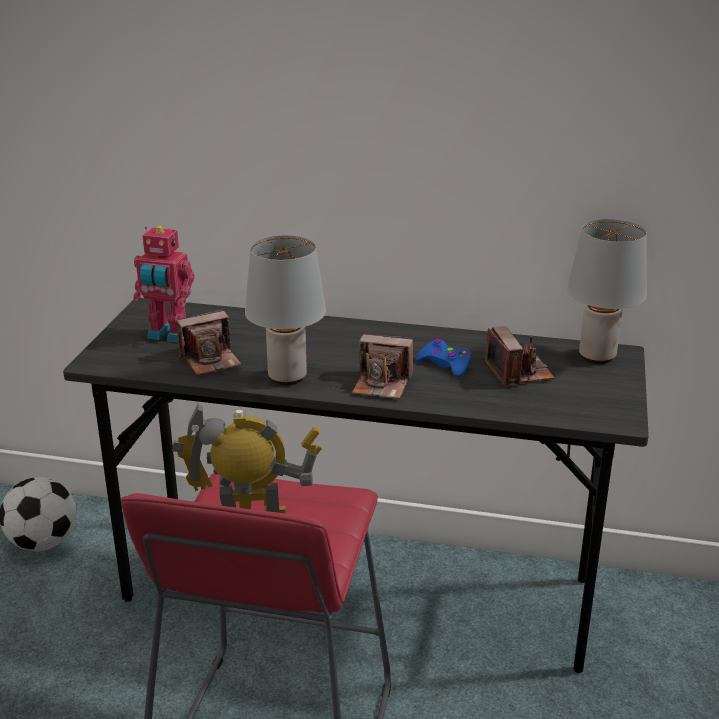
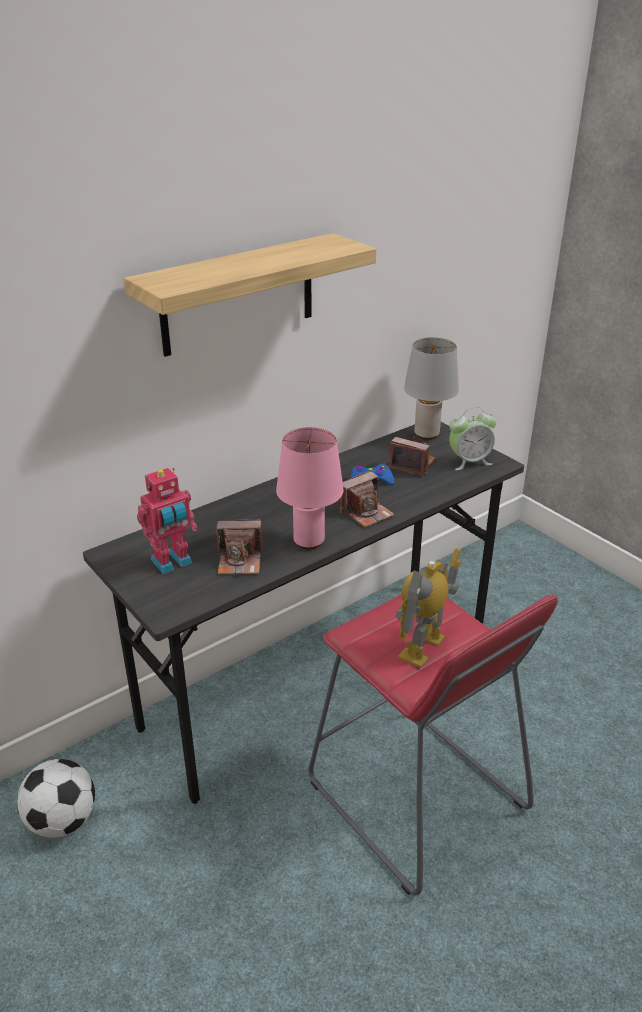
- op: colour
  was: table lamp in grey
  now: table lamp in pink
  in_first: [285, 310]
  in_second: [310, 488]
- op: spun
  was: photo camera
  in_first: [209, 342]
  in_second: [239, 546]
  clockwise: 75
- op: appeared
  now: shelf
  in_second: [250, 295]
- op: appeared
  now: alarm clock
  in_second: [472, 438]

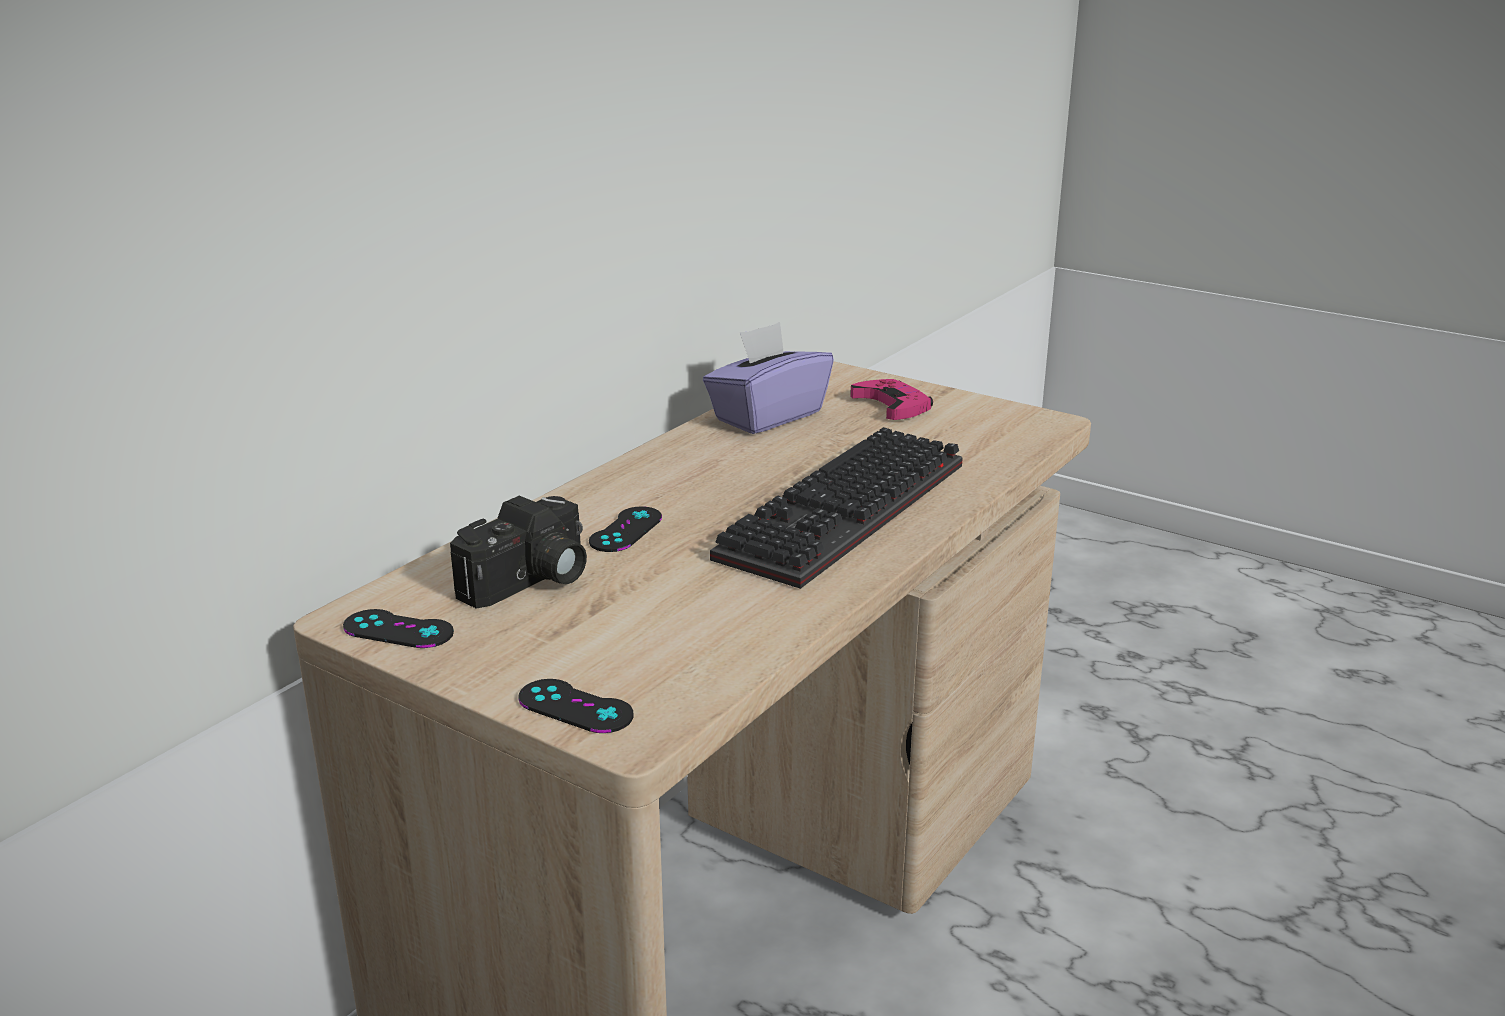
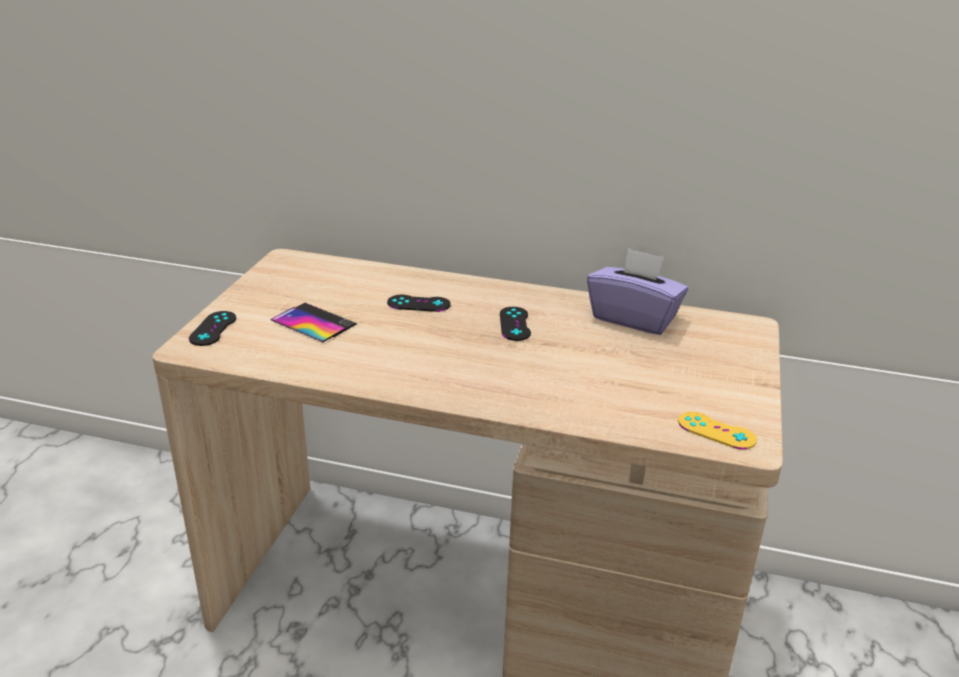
- op: missing
  was: game controller in pink
  in_first: [891, 399]
- op: missing
  was: keyboard
  in_first: [836, 508]
- op: missing
  was: photo camera
  in_first: [518, 552]
- op: relocated
  was: game controller in black
  in_first: [398, 628]
  in_second: [515, 324]
- op: appeared
  now: phone
  in_second: [314, 322]
- op: appeared
  now: game controller in yellow
  in_second: [717, 431]

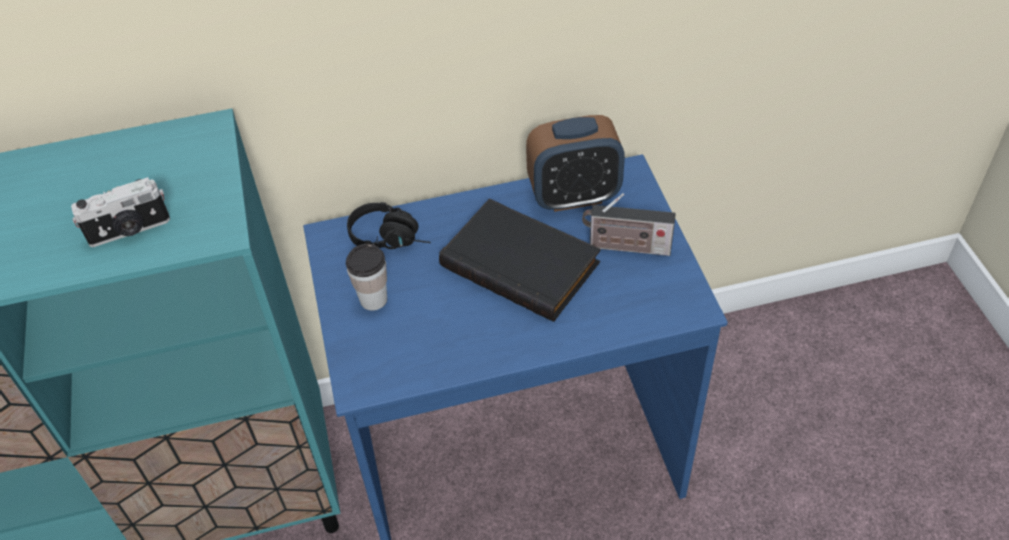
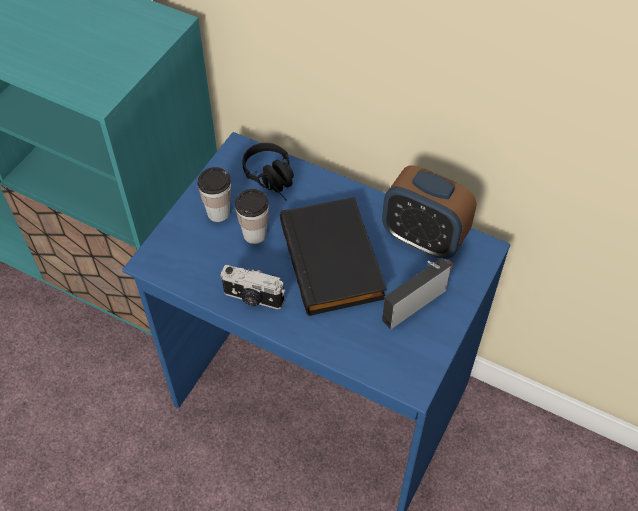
- op: relocated
  was: photo camera
  in_first: [120, 212]
  in_second: [252, 287]
- op: spun
  was: radio
  in_first: [629, 224]
  in_second: [418, 293]
  clockwise: 90
- op: appeared
  now: cup
  in_second: [252, 216]

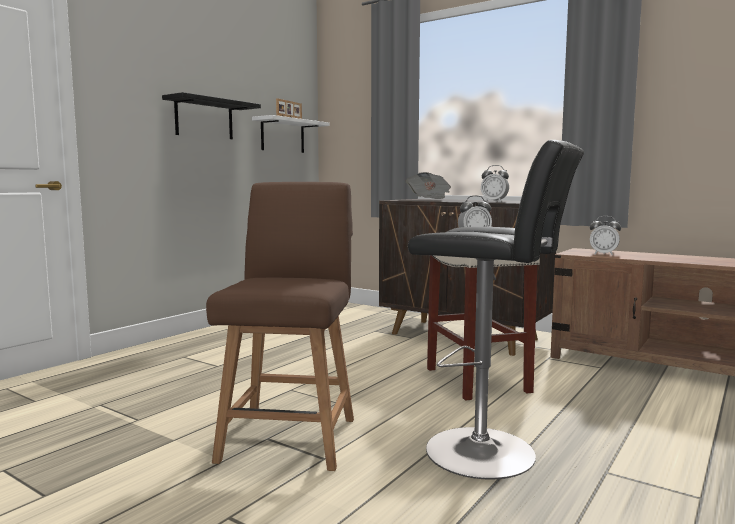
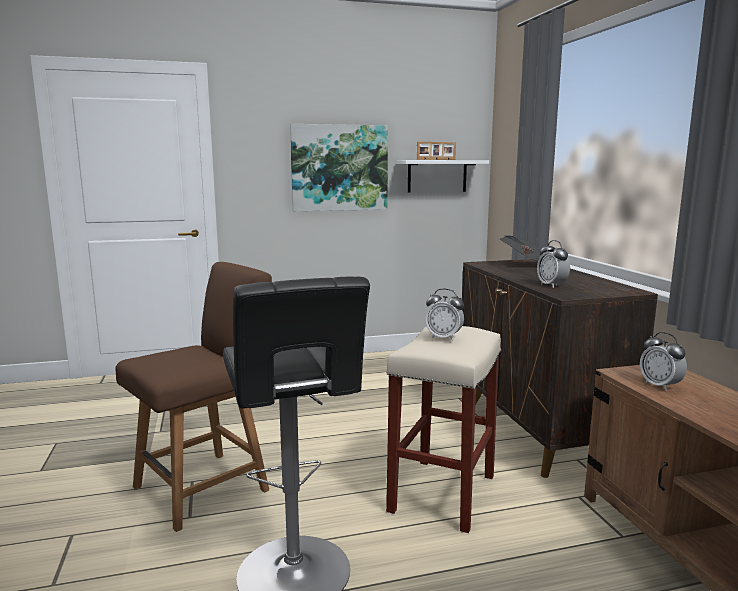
- op: exchanged
  was: shelf in black
  now: picture
  in_first: [211, 115]
  in_second: [339, 167]

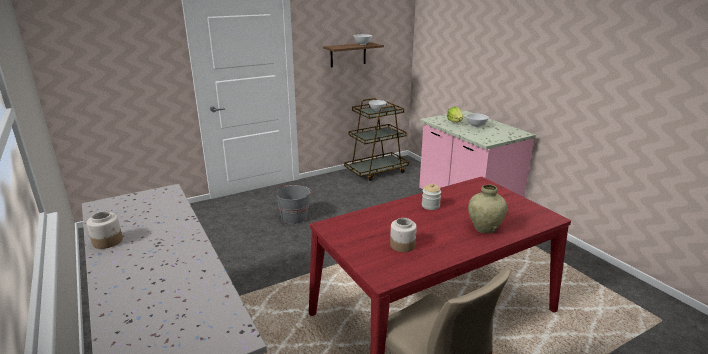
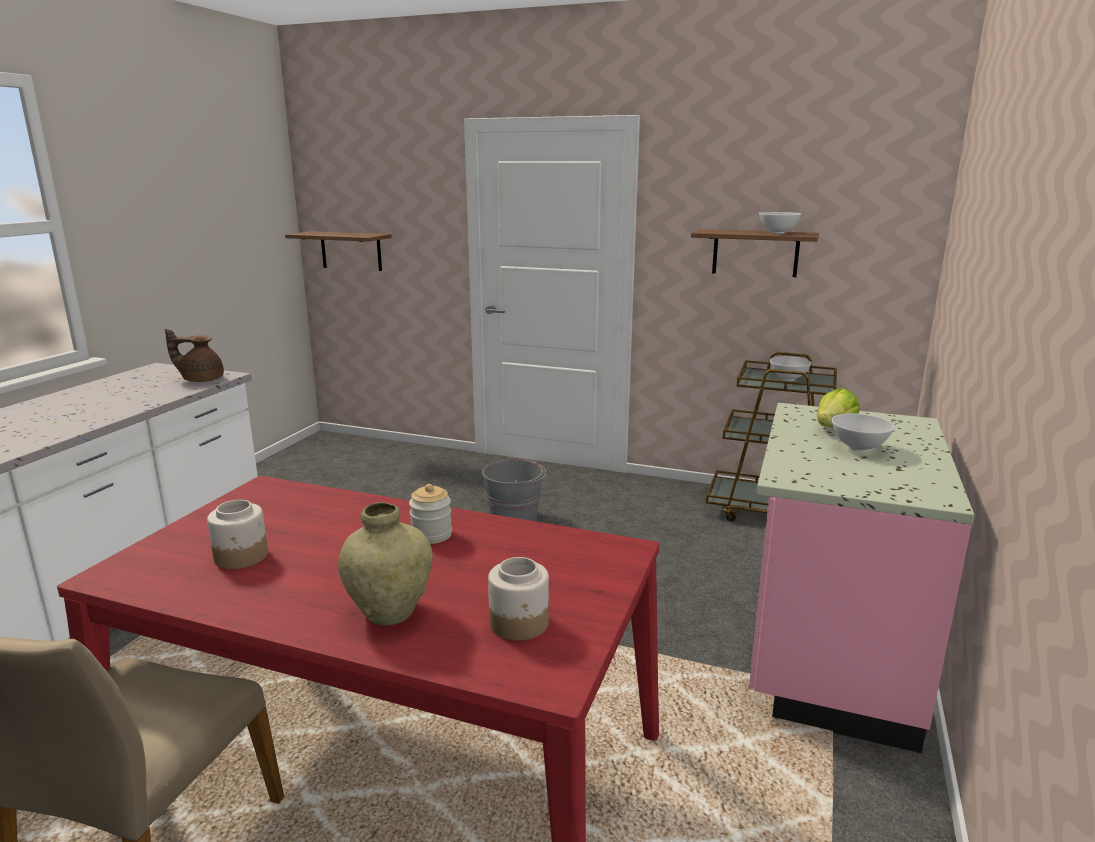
- op: relocated
  was: jar
  in_first: [105, 230]
  in_second: [518, 599]
- op: appeared
  now: shelf in brown
  in_second: [338, 251]
- op: appeared
  now: teapot in brown
  in_second: [194, 355]

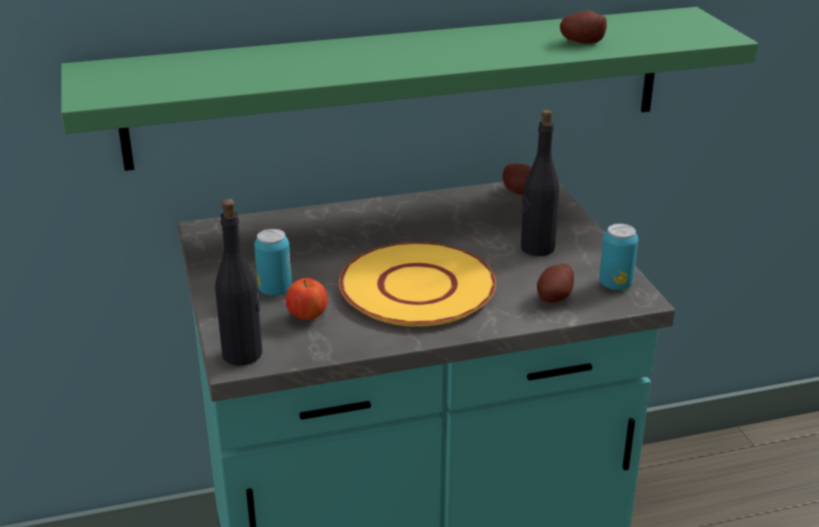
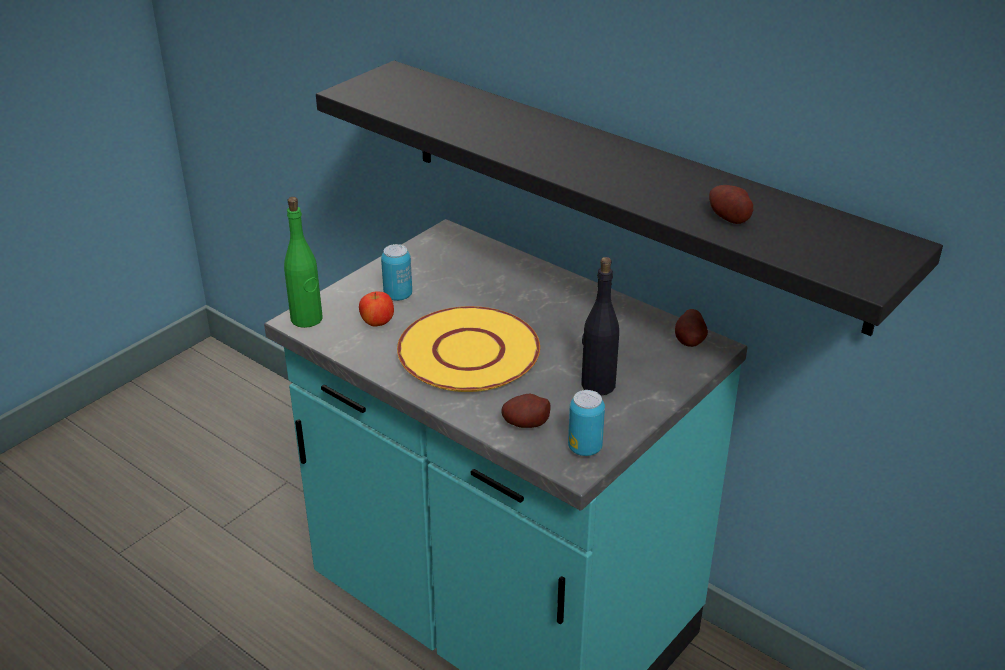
- op: colour
  was: shelf in green
  now: shelf in black
  in_first: [410, 89]
  in_second: [629, 198]
- op: colour
  was: bottle in black
  now: bottle in green
  in_first: [238, 282]
  in_second: [303, 262]

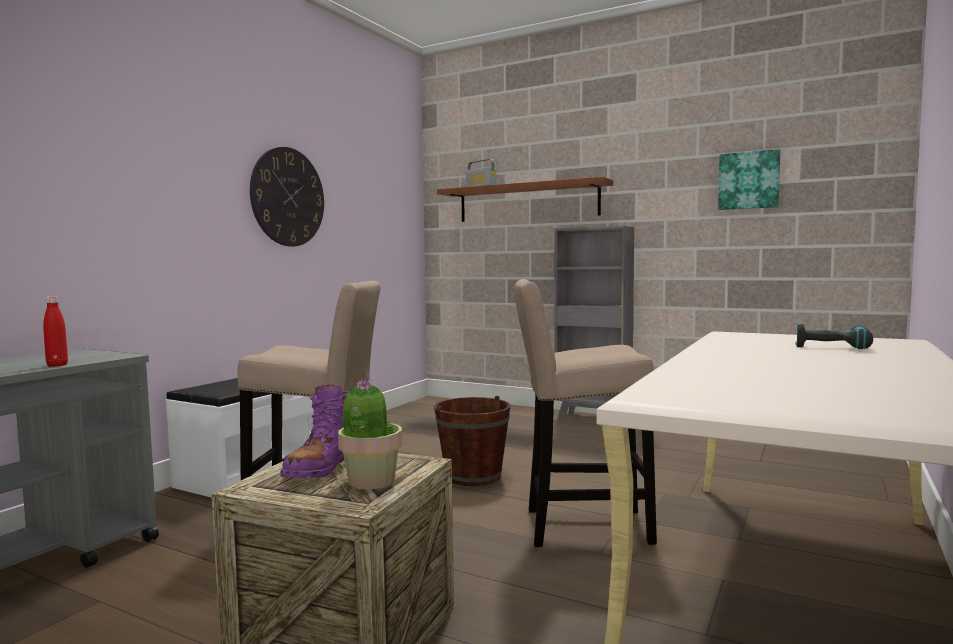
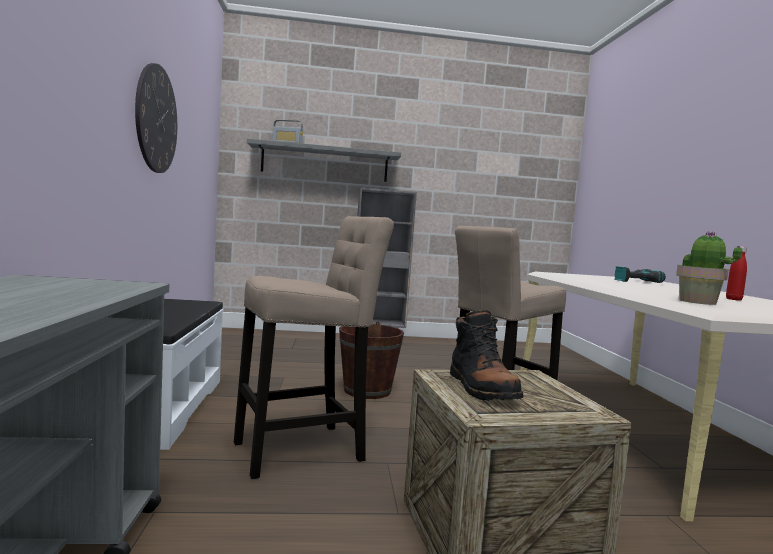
- op: missing
  was: picture
  in_first: [749, 179]
- op: colour
  was: shelf in brown
  now: shelf in grey
  in_first: [525, 199]
  in_second: [324, 160]
- op: relocated
  was: bottle in red
  in_first: [55, 331]
  in_second: [736, 274]
- op: relocated
  was: potted plant
  in_first: [370, 434]
  in_second: [709, 268]
- op: colour
  was: boot in purple
  now: boot in black
  in_first: [314, 431]
  in_second: [487, 355]

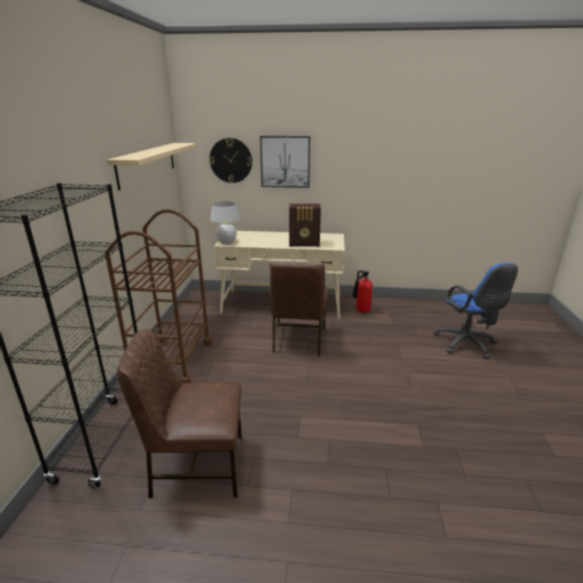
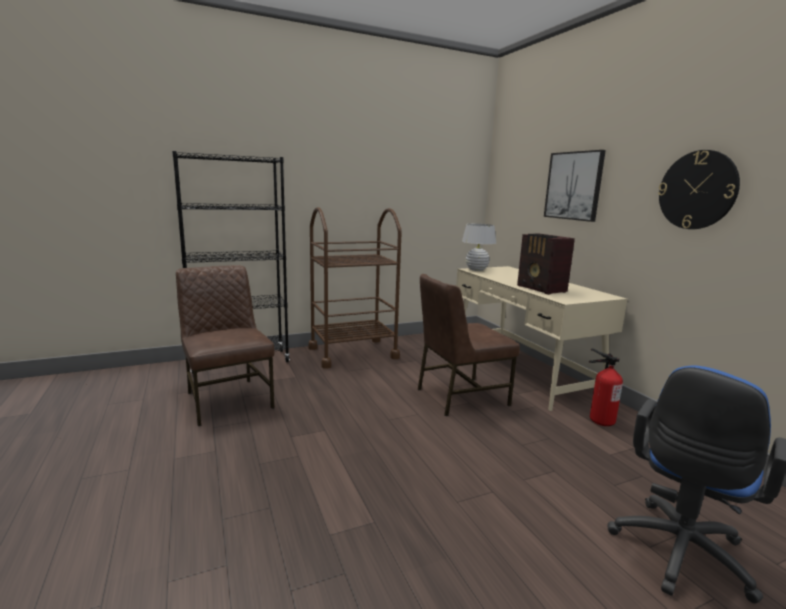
- op: relocated
  was: wall clock
  in_first: [230, 160]
  in_second: [699, 189]
- op: missing
  was: shelf in beige
  in_first: [152, 167]

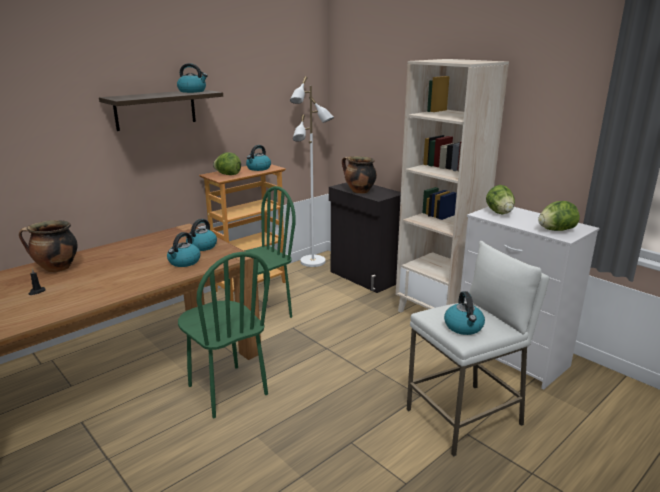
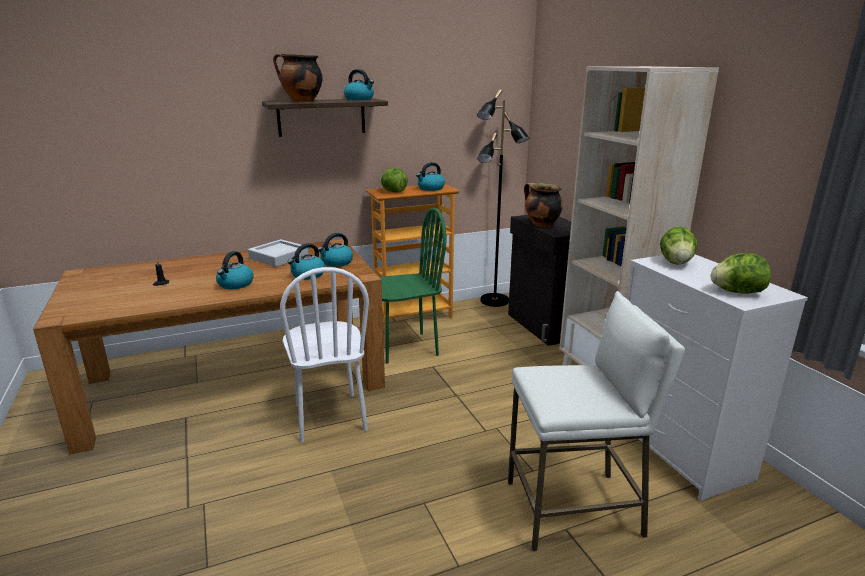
- op: colour
  was: floor lamp in white
  now: floor lamp in black
  in_first: [312, 171]
  in_second: [503, 198]
- op: relocated
  was: cooking pot
  in_first: [48, 246]
  in_second: [298, 77]
- op: colour
  was: chair in green
  now: chair in white
  in_first: [224, 335]
  in_second: [324, 354]
- op: relocated
  was: kettle
  in_first: [464, 313]
  in_second: [234, 270]
- op: appeared
  now: tray in grey
  in_second: [278, 253]

